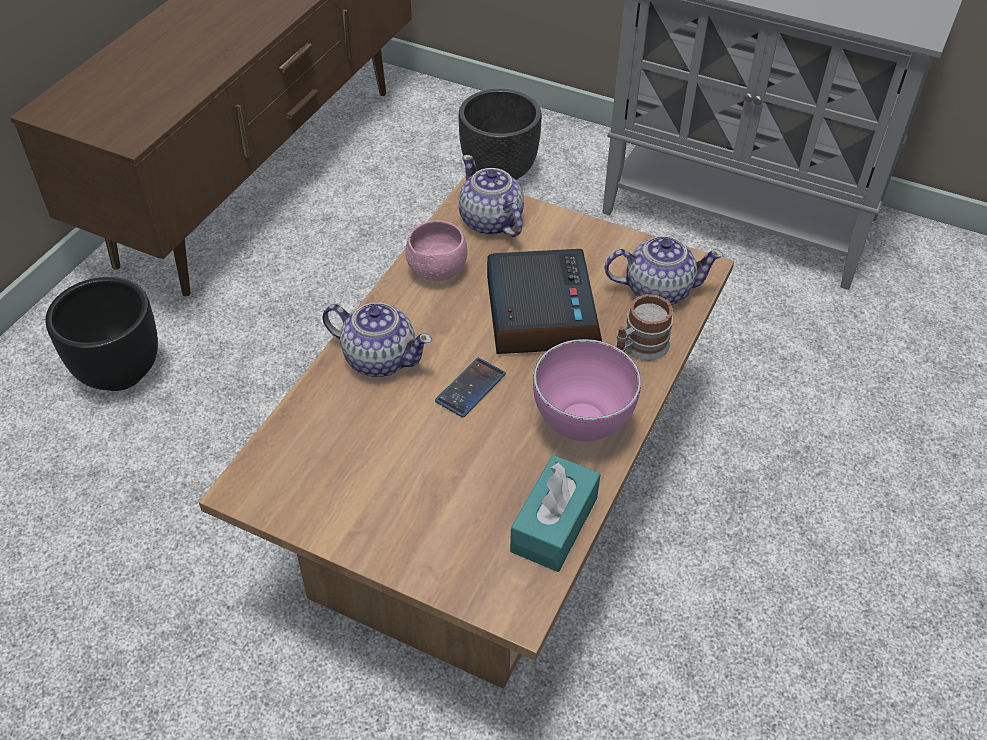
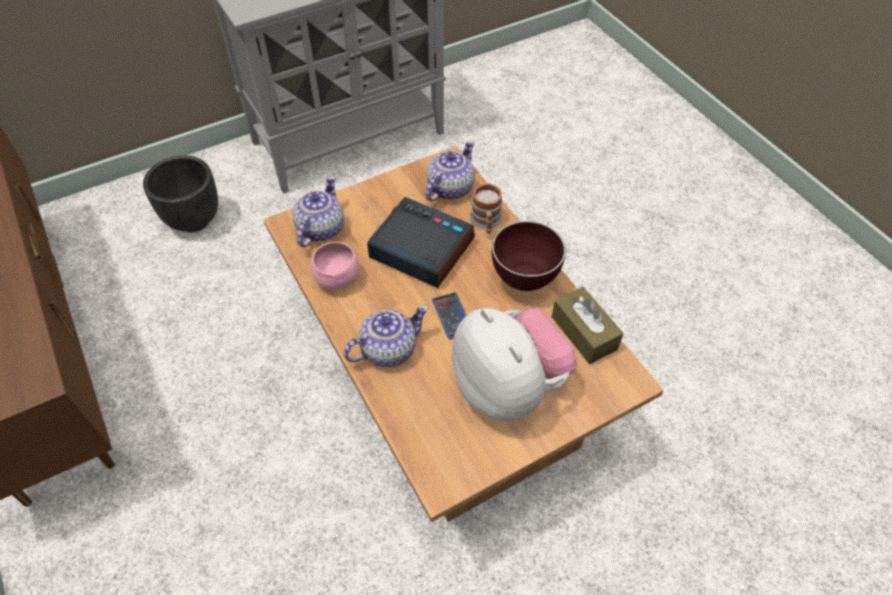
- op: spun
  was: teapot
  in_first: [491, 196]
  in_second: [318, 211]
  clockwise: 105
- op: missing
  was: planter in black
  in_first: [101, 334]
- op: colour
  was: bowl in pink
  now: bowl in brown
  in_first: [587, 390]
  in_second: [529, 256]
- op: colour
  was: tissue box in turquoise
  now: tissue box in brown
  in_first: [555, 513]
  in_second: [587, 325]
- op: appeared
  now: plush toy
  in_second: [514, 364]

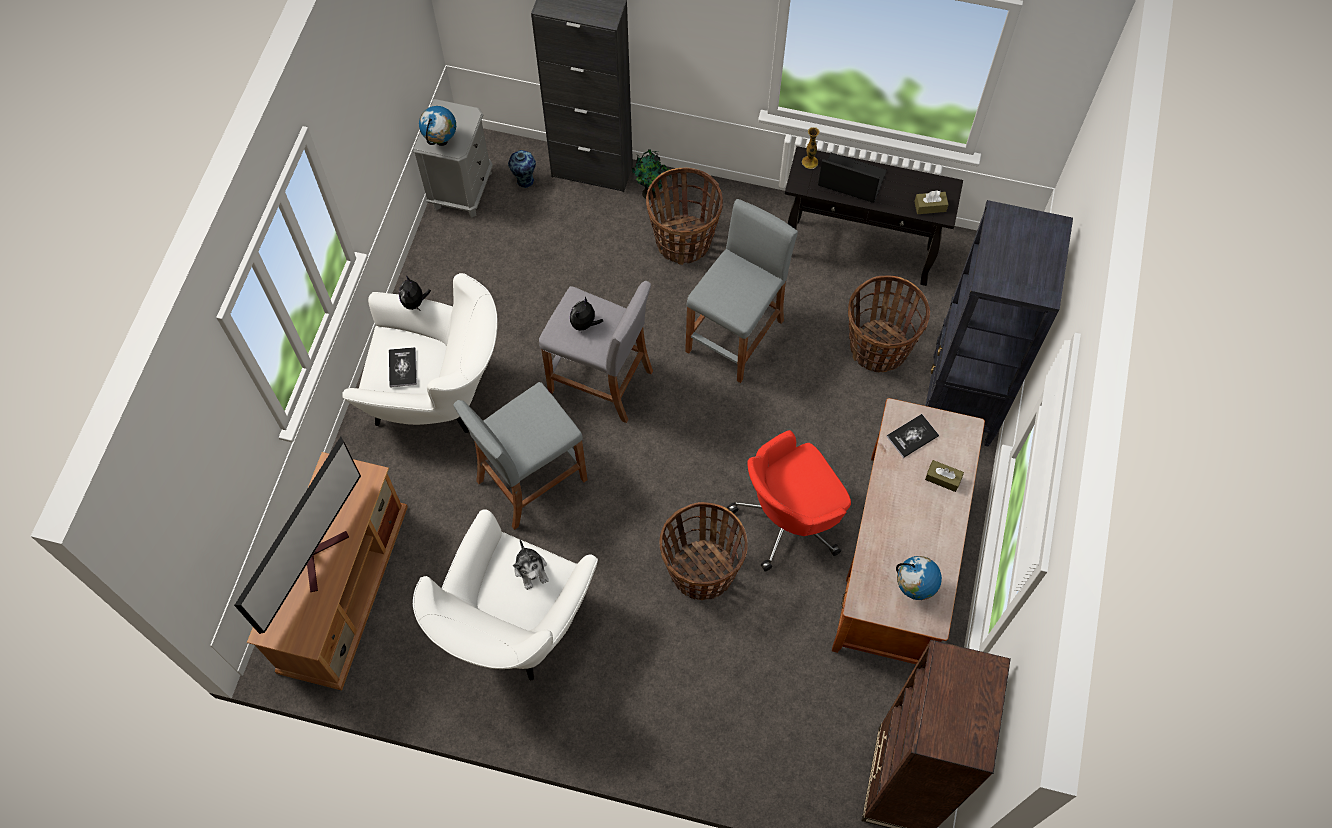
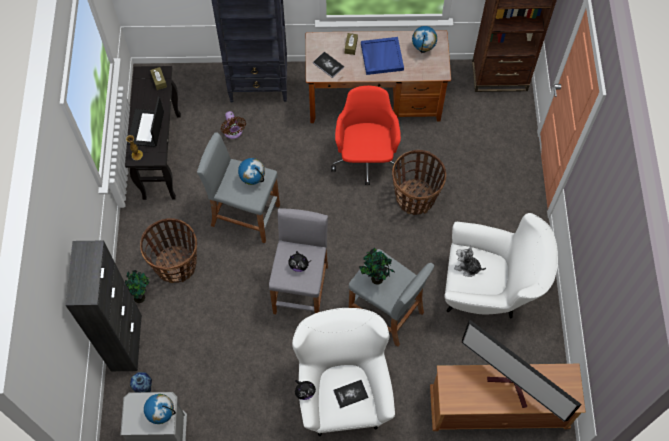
- op: exchanged
  was: basket
  now: fan in brown
  in_first: [889, 323]
  in_second: [233, 125]
- op: spun
  was: office chair in red
  in_first: [789, 500]
  in_second: [366, 135]
  clockwise: -135
- op: spun
  was: television
  in_first: [297, 535]
  in_second: [522, 370]
  clockwise: -150
- op: spun
  was: plush toy
  in_first: [530, 564]
  in_second: [470, 261]
  clockwise: -120
- op: appeared
  now: tray in blue
  in_second: [382, 56]
- op: appeared
  now: globe
  in_second: [251, 171]
- op: appeared
  now: potted plant
  in_second: [377, 266]

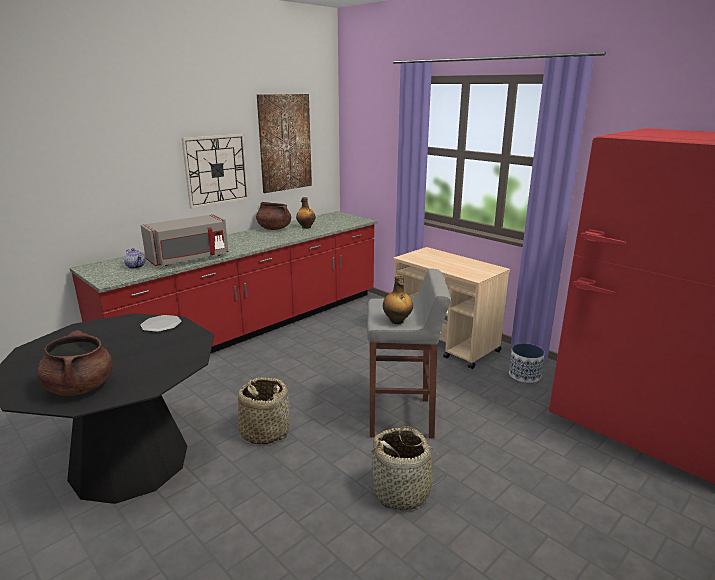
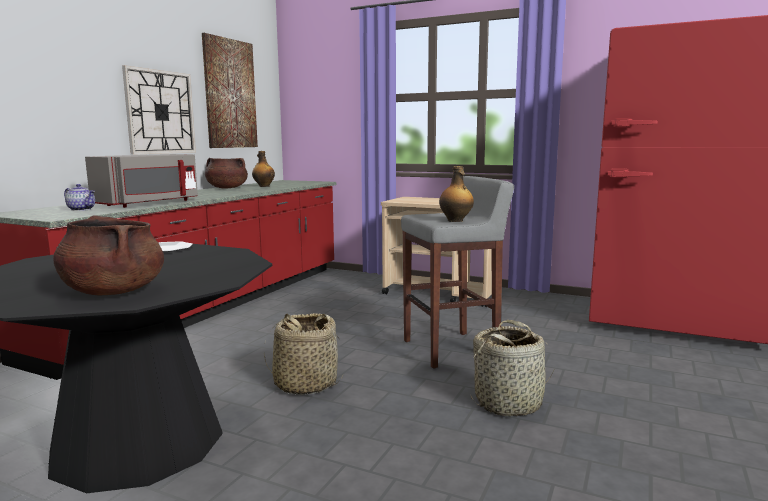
- op: missing
  was: planter
  in_first: [527, 363]

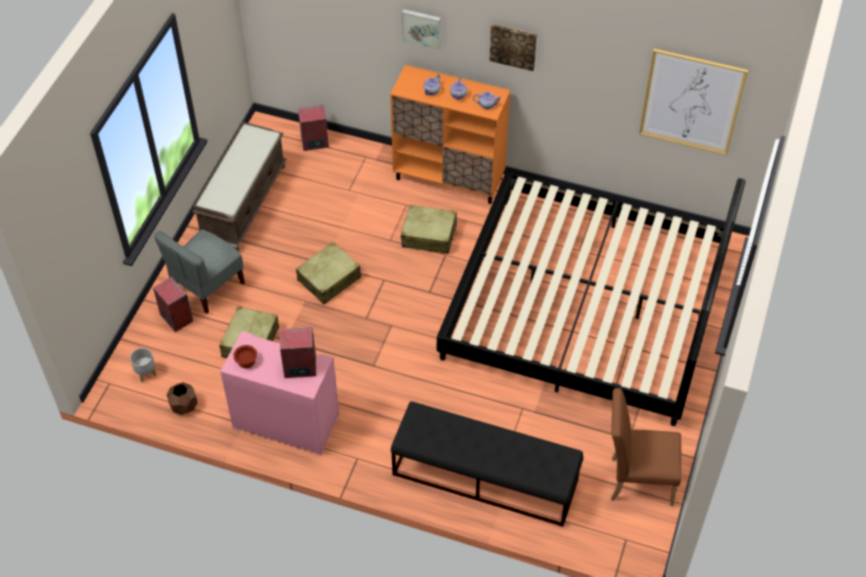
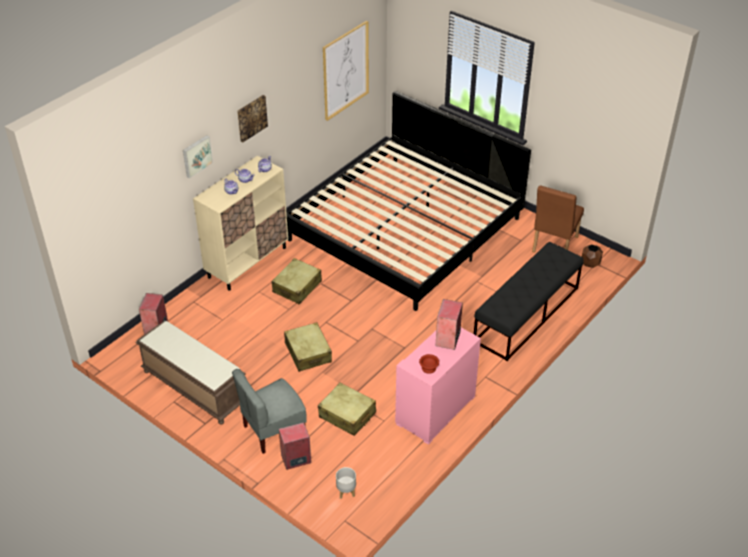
- op: colour
  was: cabinet in orange
  now: cabinet in beige
  in_first: [450, 134]
  in_second: [240, 223]
- op: spun
  was: chair in grey
  in_first: [199, 271]
  in_second: [269, 411]
  clockwise: 90
- op: relocated
  was: planter in brown
  in_first: [182, 398]
  in_second: [592, 256]

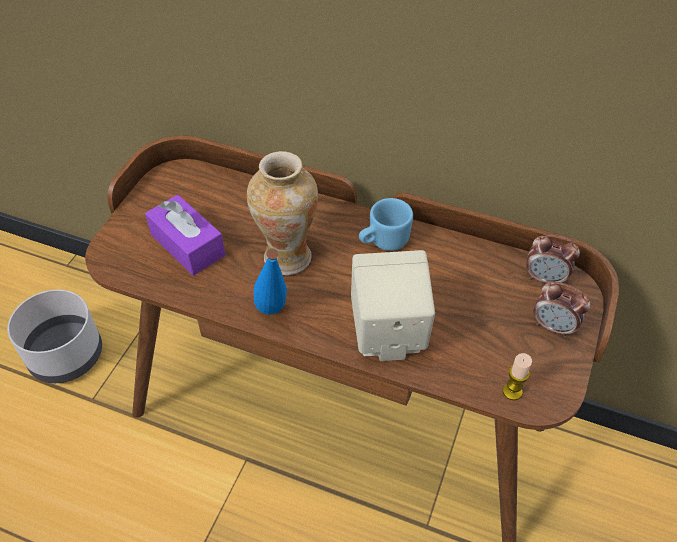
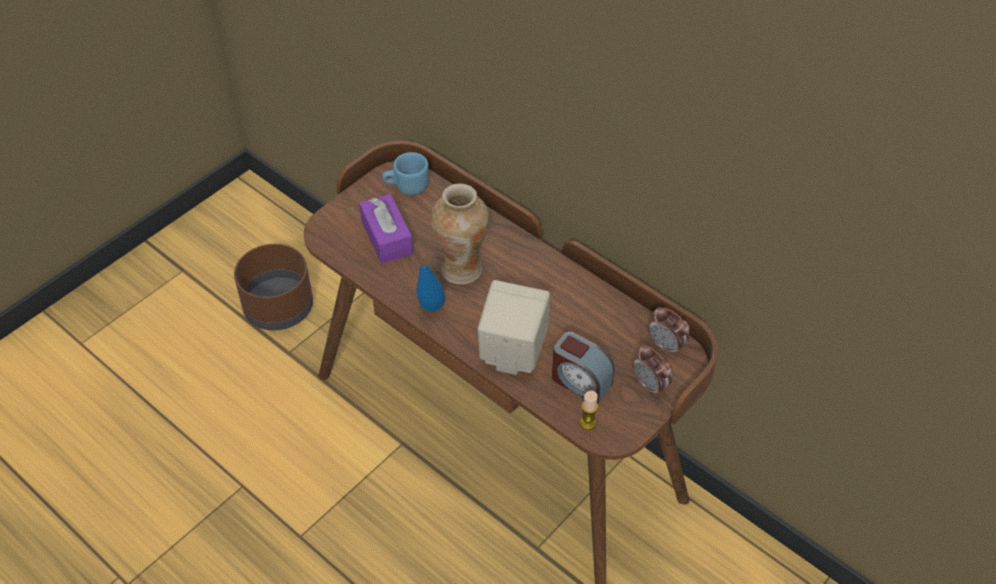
- op: relocated
  was: mug in blue
  in_first: [386, 224]
  in_second: [405, 173]
- op: colour
  was: planter in grey
  now: planter in brown
  in_first: [54, 336]
  in_second: [273, 287]
- op: appeared
  now: alarm clock
  in_second: [583, 368]

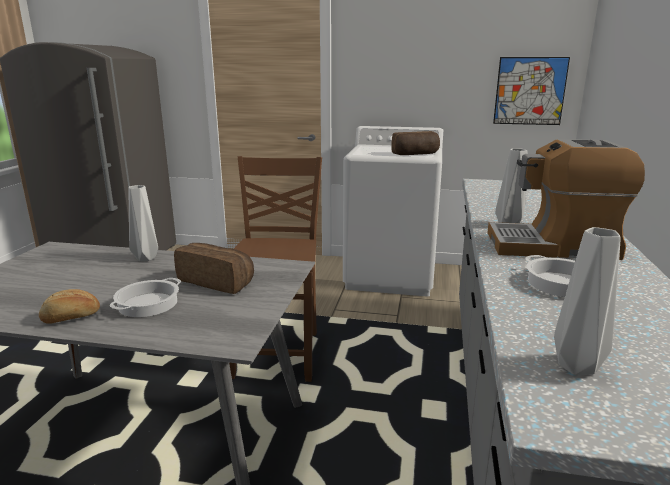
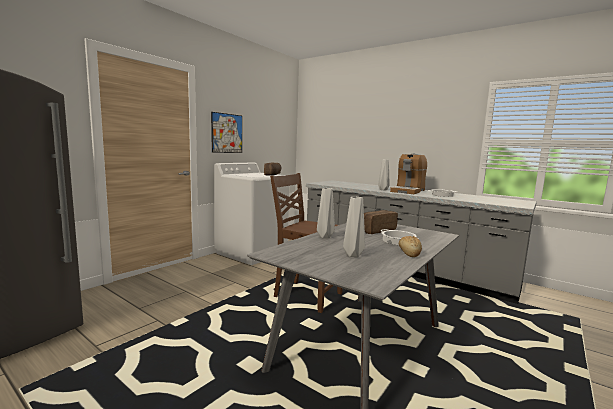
- op: relocated
  was: picture
  in_first: [531, 91]
  in_second: [226, 132]
- op: relocated
  was: vase in grey
  in_first: [587, 301]
  in_second: [354, 227]

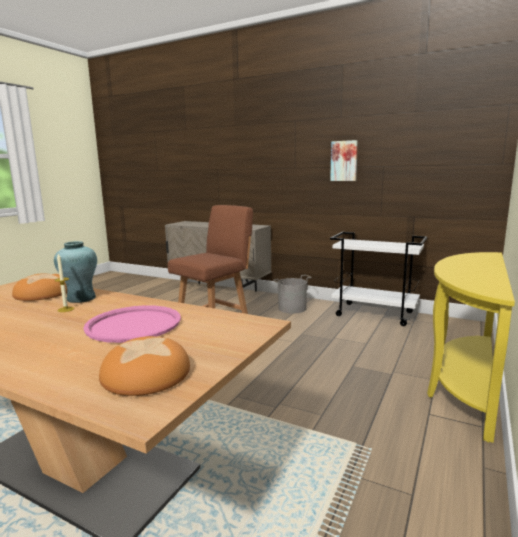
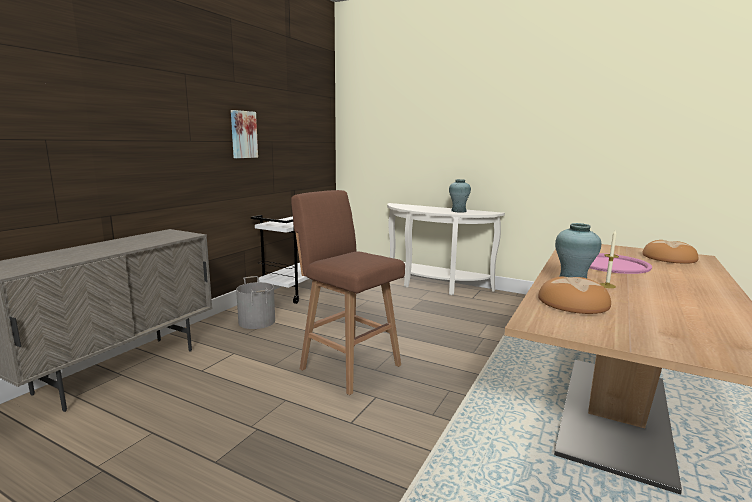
- op: colour
  was: console table in yellow
  now: console table in white
  in_first: [471, 347]
  in_second: [446, 249]
- op: appeared
  now: vase in turquoise
  in_second: [460, 196]

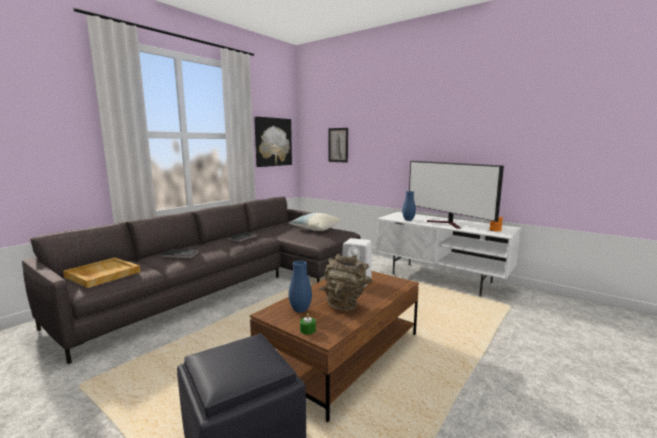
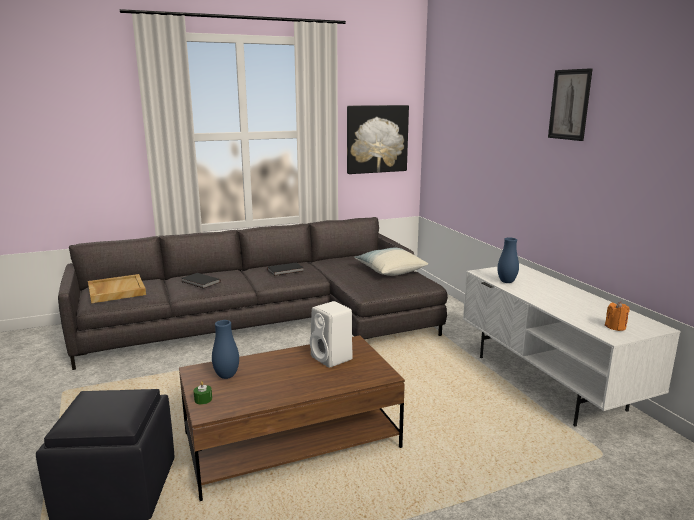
- op: relocated
  was: picture
  in_first: [338, 145]
  in_second: [570, 104]
- op: missing
  was: television
  in_first: [456, 195]
- op: missing
  was: vase in brown
  in_first: [346, 282]

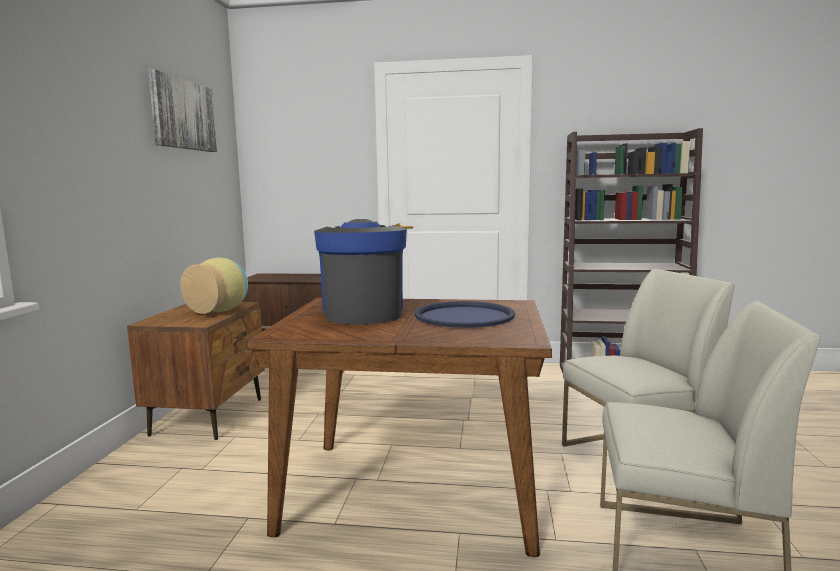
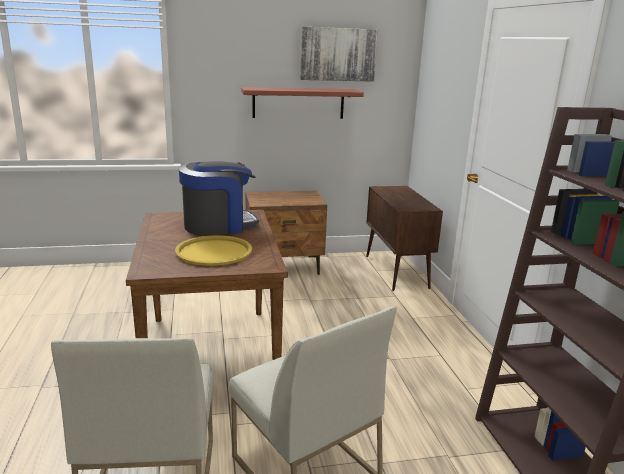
- op: missing
  was: vase
  in_first: [214, 286]
- op: colour
  was: tray in blue
  now: tray in yellow
  in_first: [465, 314]
  in_second: [213, 250]
- op: appeared
  now: shelf
  in_second: [302, 103]

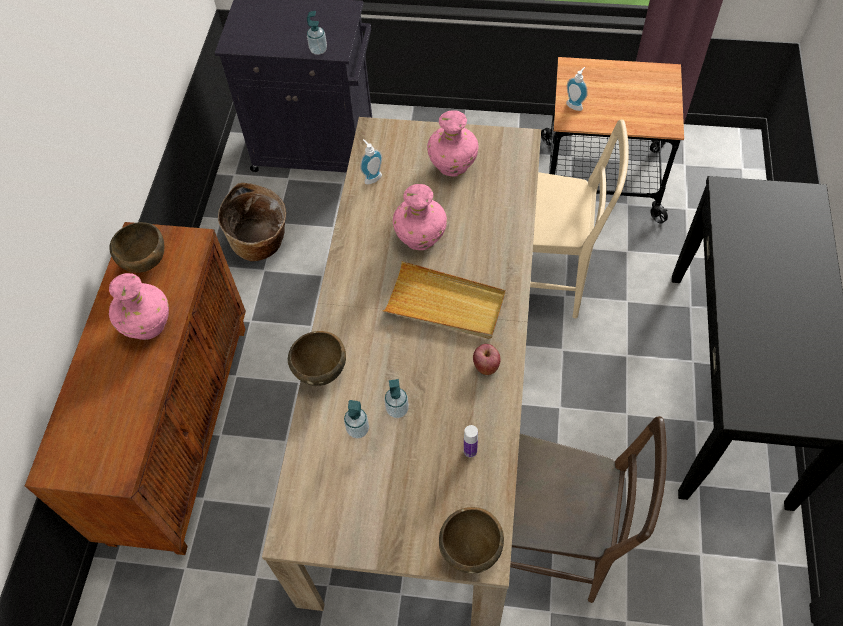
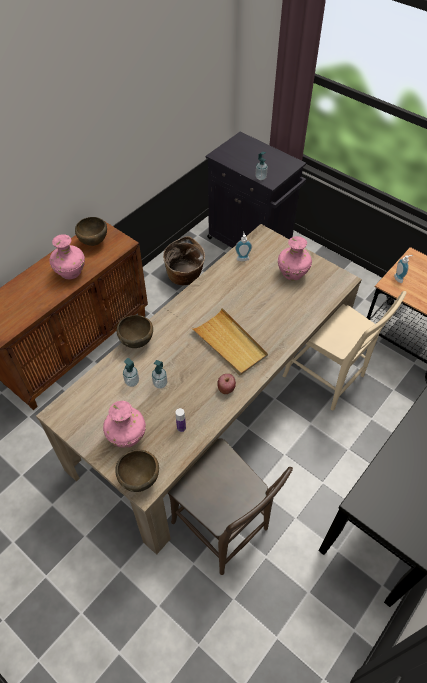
- op: relocated
  was: vase in pink
  in_first: [420, 217]
  in_second: [124, 424]

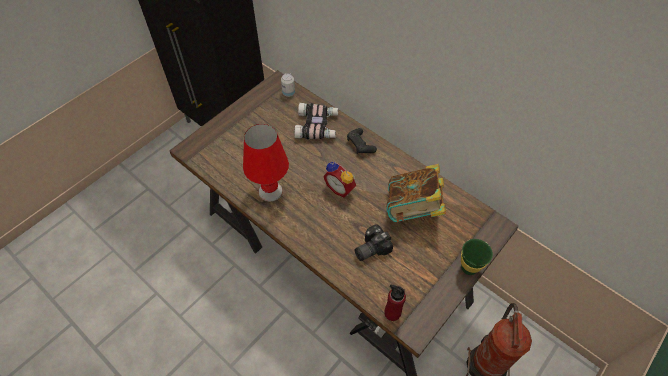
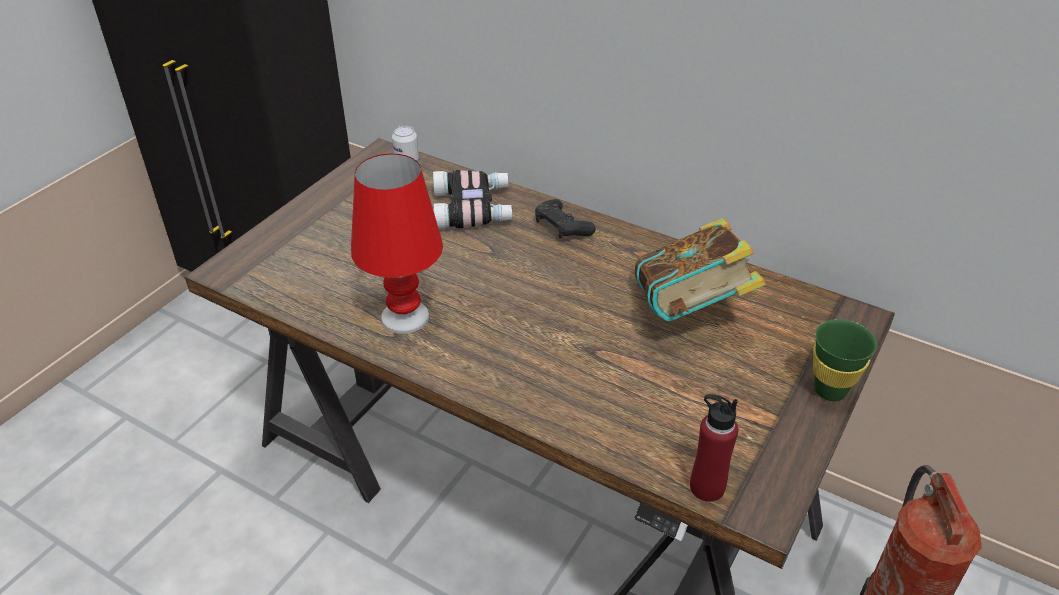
- op: missing
  was: alarm clock
  in_first: [339, 179]
- op: missing
  was: photo camera
  in_first: [374, 242]

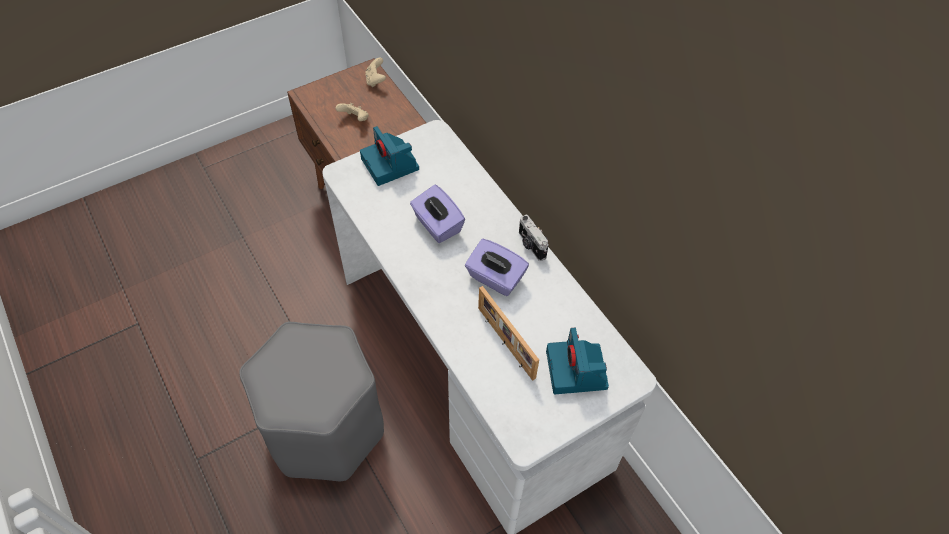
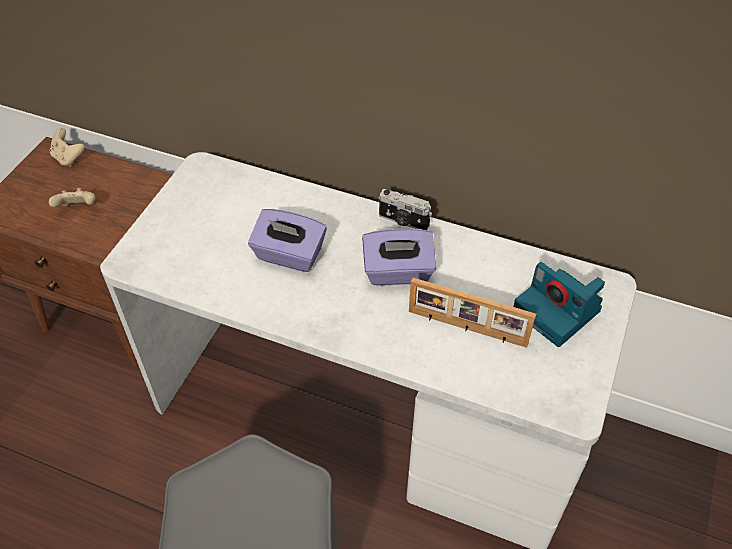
- op: missing
  was: photo camera
  in_first: [389, 156]

